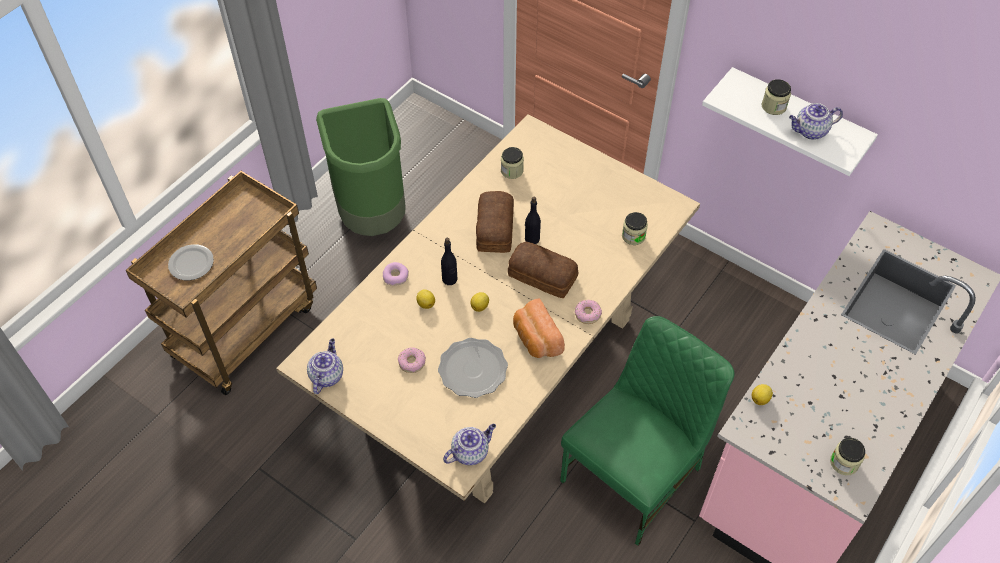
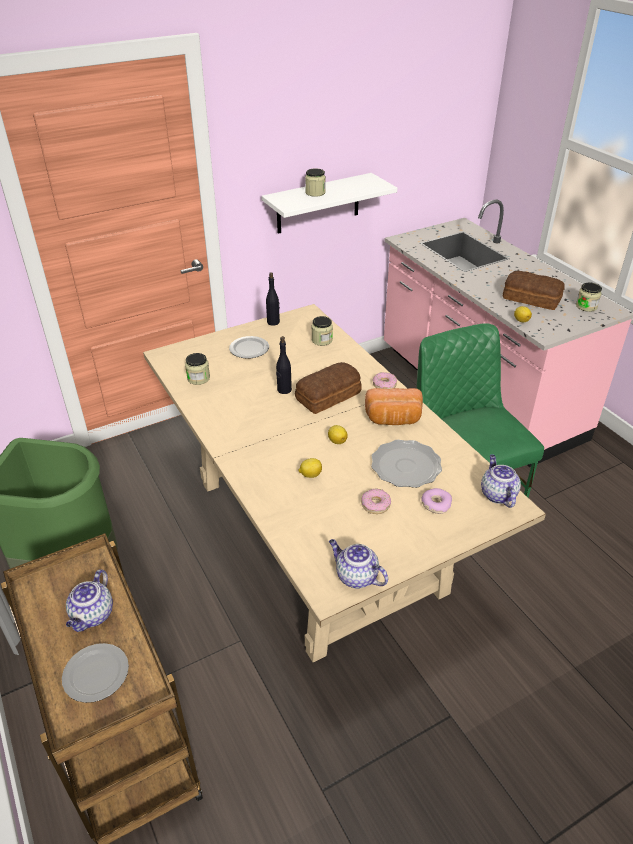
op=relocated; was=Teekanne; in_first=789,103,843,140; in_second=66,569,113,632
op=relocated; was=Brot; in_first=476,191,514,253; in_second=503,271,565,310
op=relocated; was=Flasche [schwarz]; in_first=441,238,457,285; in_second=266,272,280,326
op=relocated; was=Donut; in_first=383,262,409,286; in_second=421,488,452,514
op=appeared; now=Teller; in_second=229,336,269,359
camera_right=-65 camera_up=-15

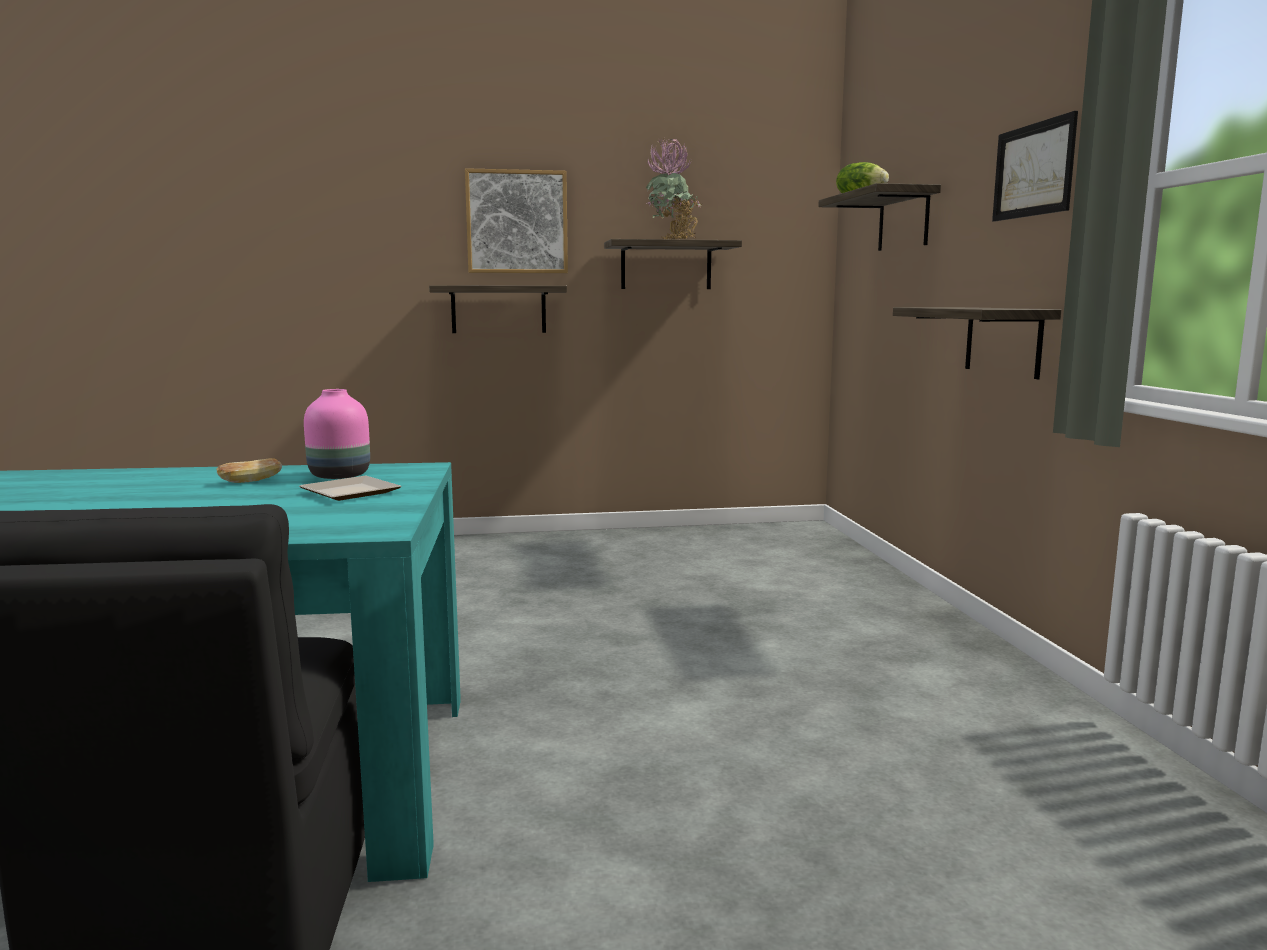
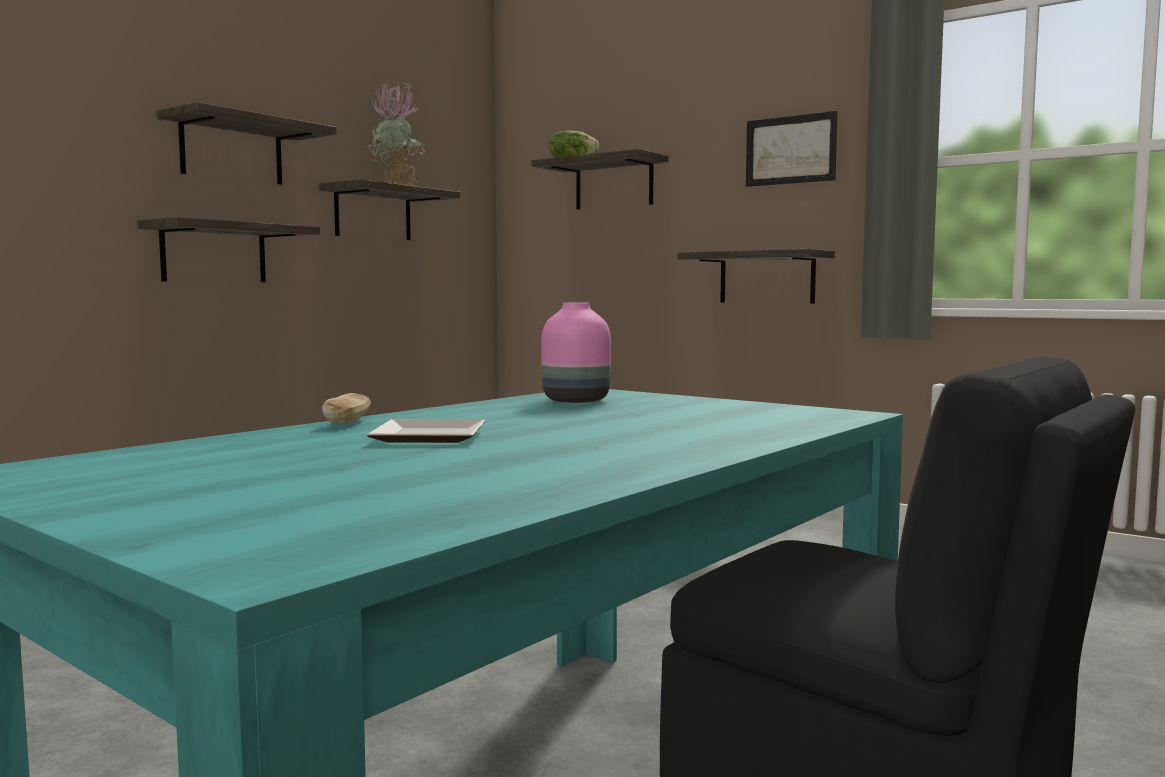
op=exchanged; was=Bild; now=Wandregal; in_first=465,168,568,273; in_second=157,102,337,185
op=relocated; was=Brot; in_first=216,458,282,483; in_second=322,393,371,424
op=relocated; was=Teller; in_first=299,476,401,501; in_second=367,419,485,443
camera_right=-45 camera_up=-5

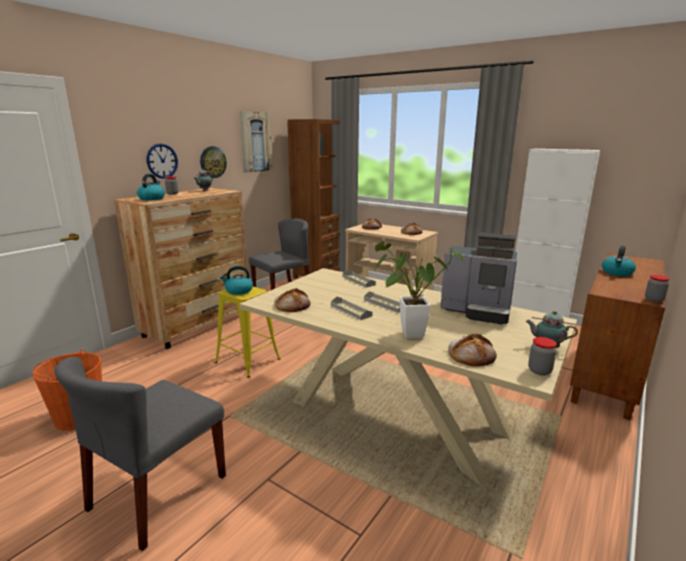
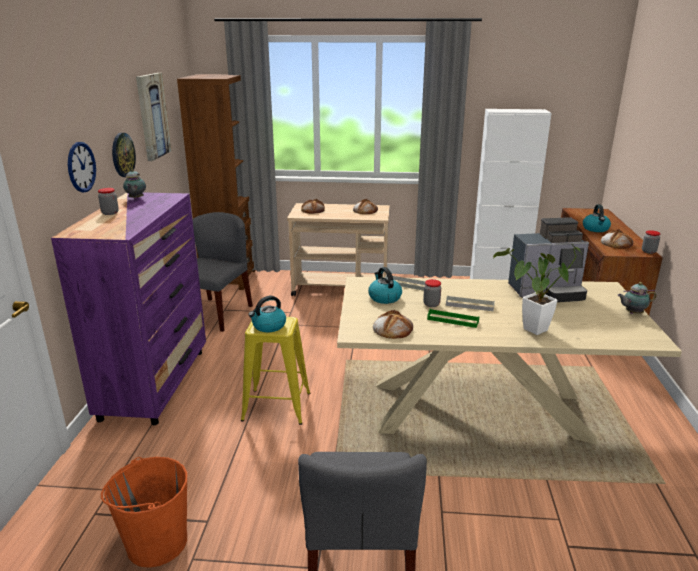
op=relocated; was=Wasserkessel; in_first=137,174,165,200; in_second=368,267,402,304
op=colour; was=Kommode [braun]; now=Kommode [lila]; in_first=114,188,247,349; in_second=51,192,206,425
op=colour; was=Tablett [grau]; now=Tablett [grün]; in_first=331,297,372,320; in_second=427,309,479,328
op=relocated; was=Brot; in_first=448,334,497,367; in_second=601,229,633,249
op=relocated; was=Vorratsglas; in_first=528,337,557,375; in_second=423,279,441,307
camera_right=-30 camera_up=5

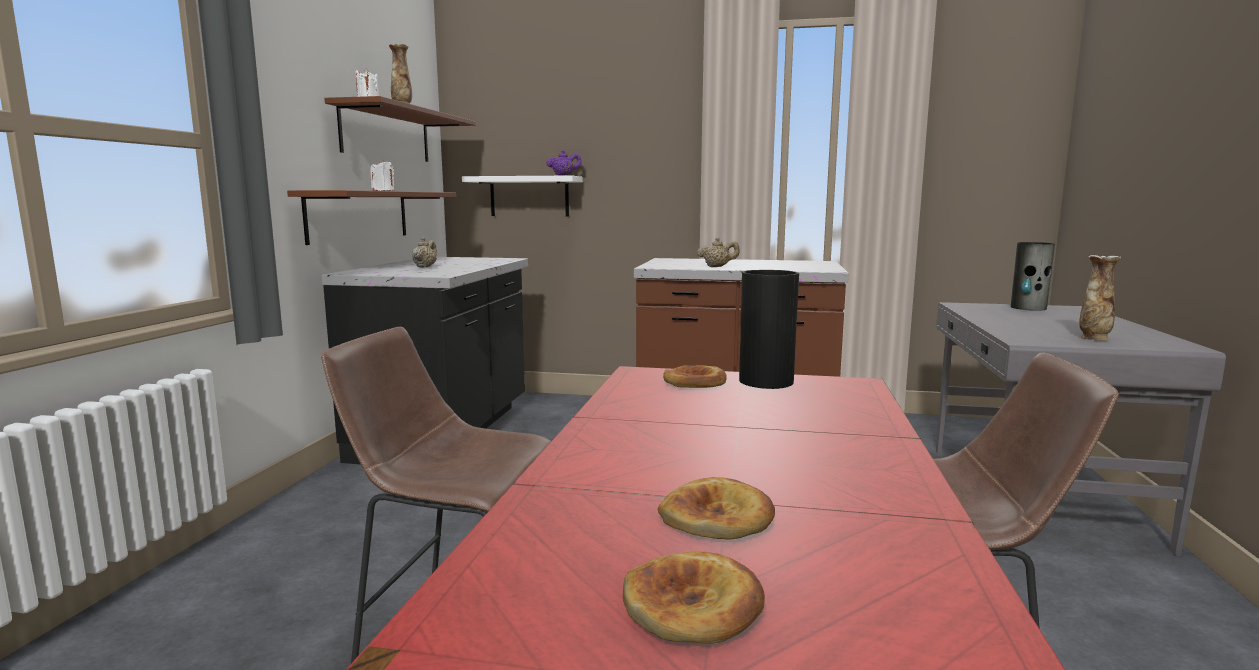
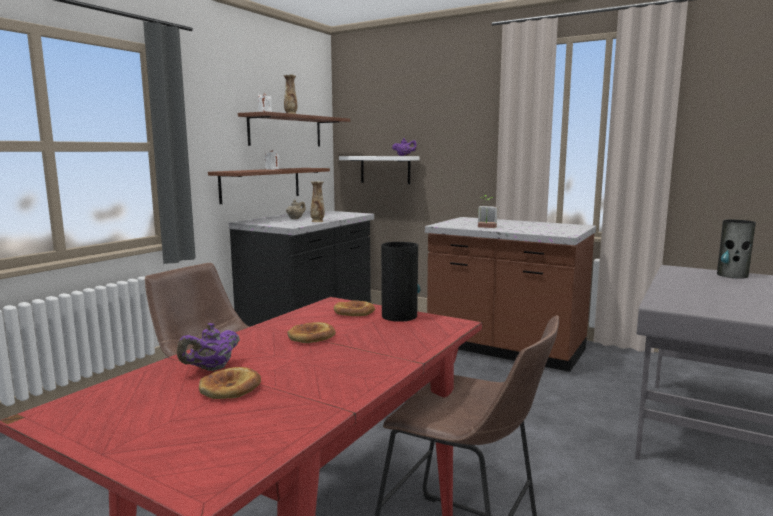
op=exchanged; was=Teekanne [beige]; now=Topfpflanze; in_first=697,237,740,267; in_second=478,195,497,228
op=relocated; was=Vase; in_first=1079,255,1121,341; in_second=310,181,325,222
op=relocated; was=Brot; in_first=623,551,765,644; in_second=287,322,336,343
op=appeared; now=Teekanne [lila]; in_second=177,323,240,371
camera_right=20 camera_up=0

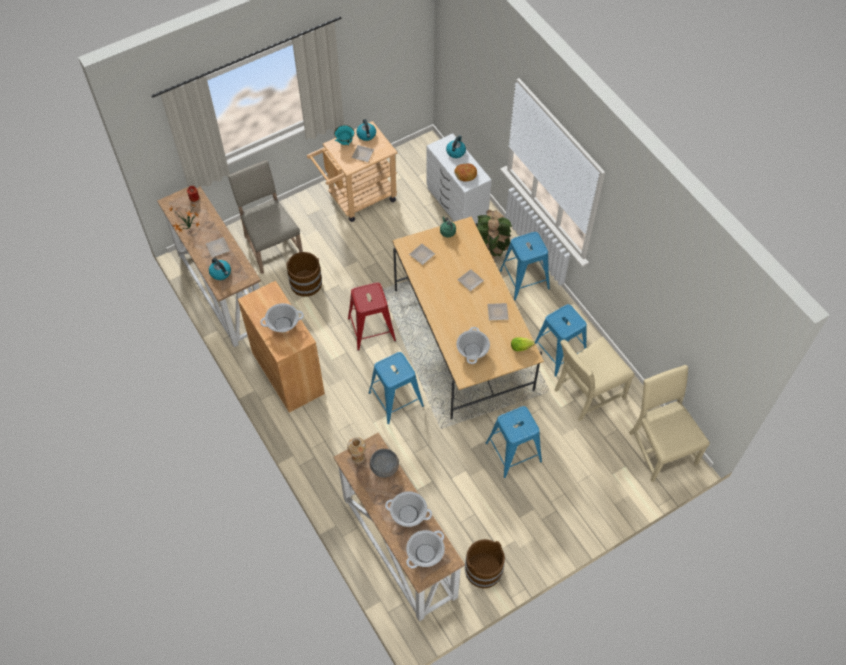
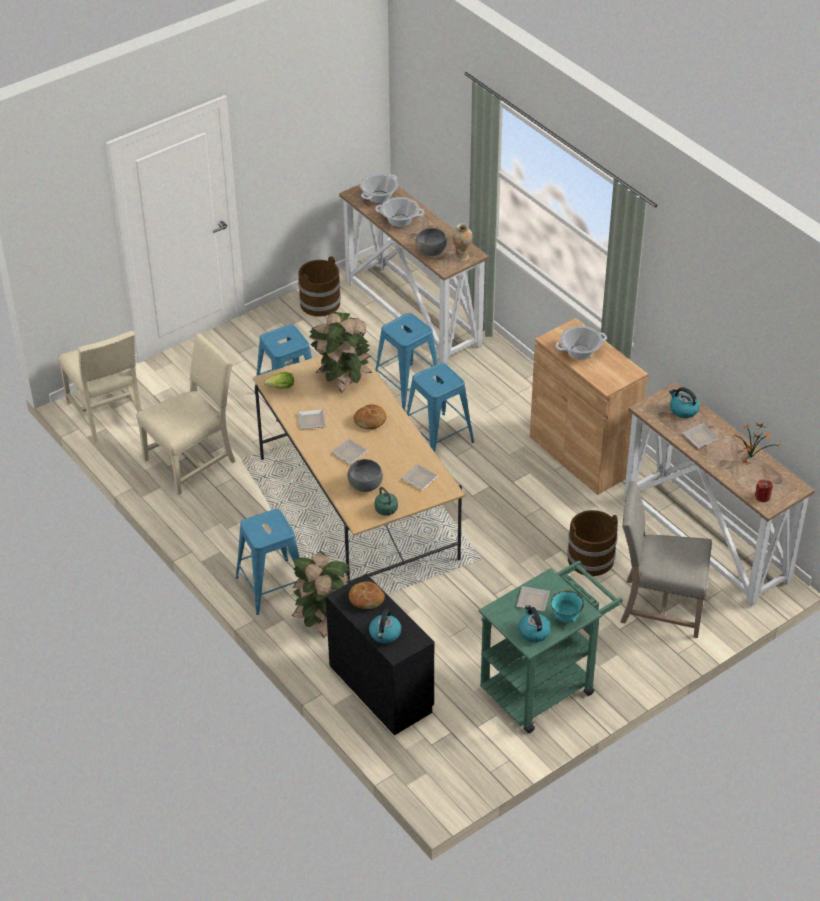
op=colour; was=Rollwagen [beige]; now=Rollwagen [grün]; in_first=307,121,398,222; in_second=478,561,623,733
op=colour; was=Kommode [weiß]; now=Kommode [schwarz]; in_first=426,133,491,223; in_second=326,574,434,735
op=spun; was=Stuhl [beige]; in_first=228,160,303,274; in_second=620,481,712,638; clockwise=135
op=missing; was=Hocker [rot]; in_first=348,282,396,351
op=relocated; was=Hocker [blau]; in_first=535,304,587,377; in_second=375,313,438,410
op=exchanged; was=Kochtopf; now=Topfpflanze; in_first=456,327,490,364; in_second=309,312,372,393
op=appeared; now=Brot; in_second=354,404,386,429
op=appeared; now=Schüssel [grau]; in_second=348,459,383,492
camera_right=175 camera_up=-15

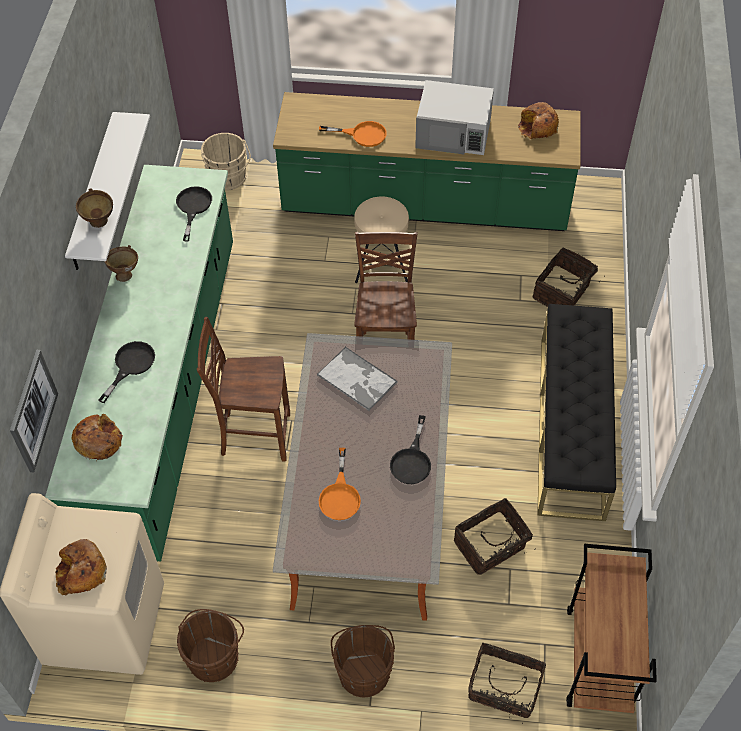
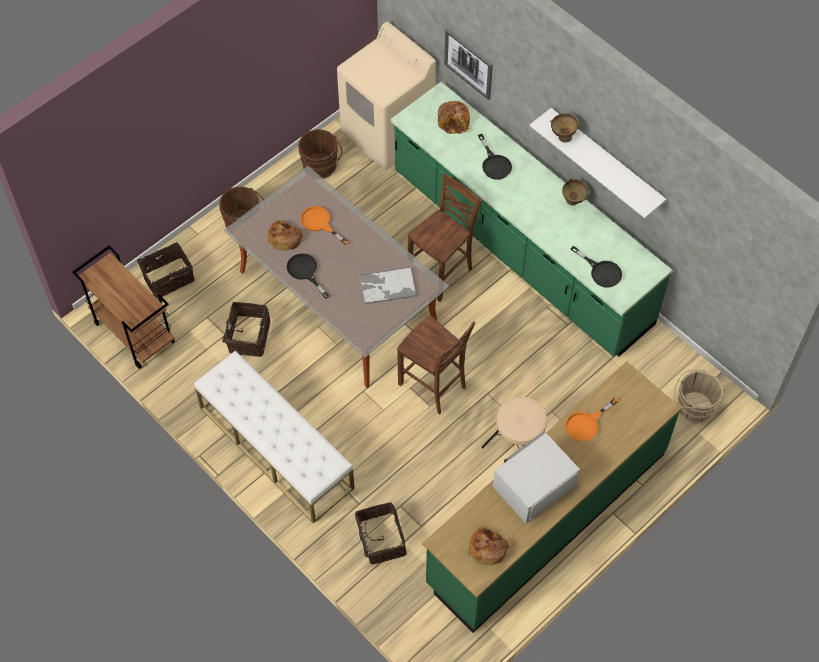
op=colour; was=Bank [schwarz]; now=Bank [weiß]; in_first=537,304,616,521; in_second=194,351,355,523
op=relocated; was=Brot; in_first=55,539,107,596; in_second=268,220,303,251
camera_right=130 camera_up=5

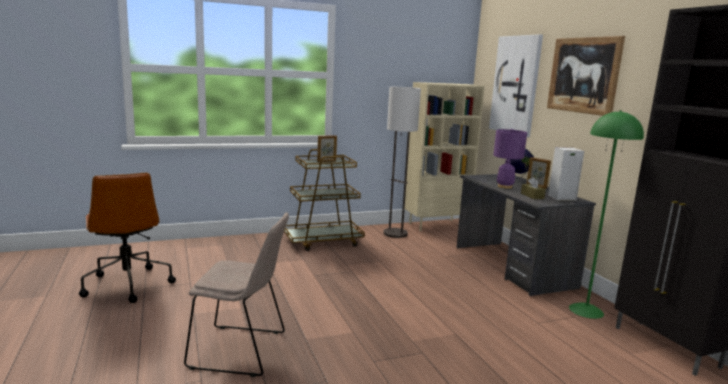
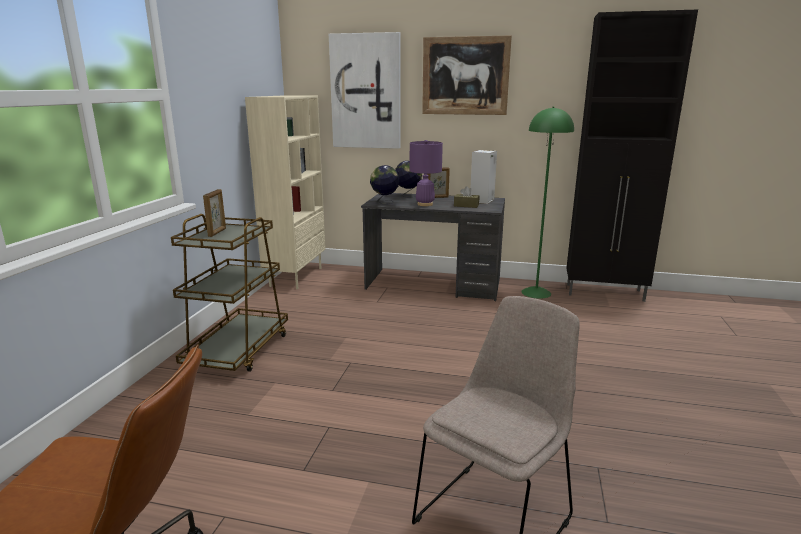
op=missing; was=Stehlampe; in_first=383,87,421,238
op=appeared; now=Globus; in_second=370,165,399,204
camera_right=-55 camera_up=5

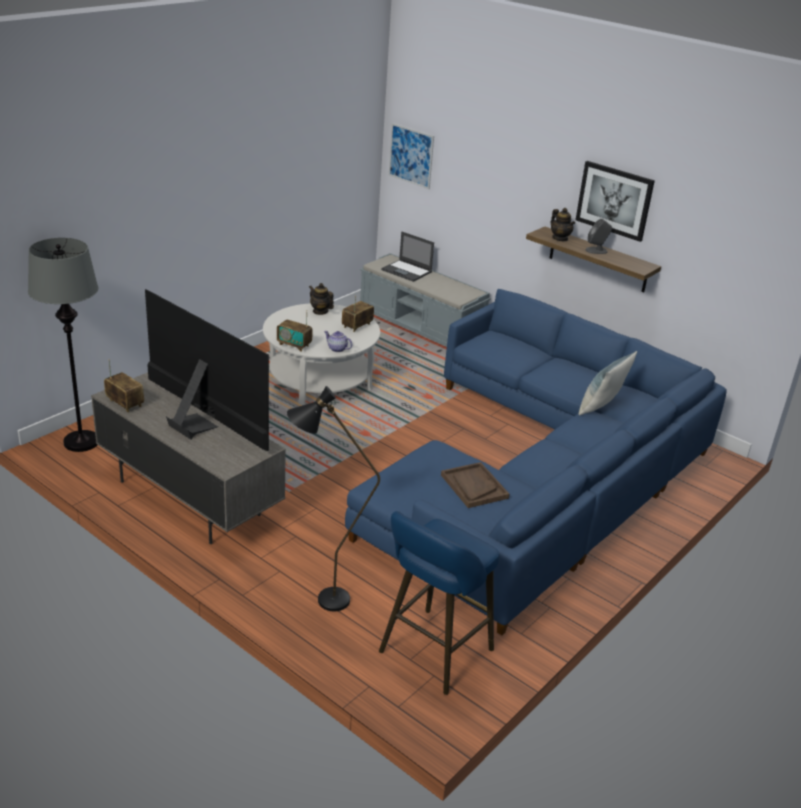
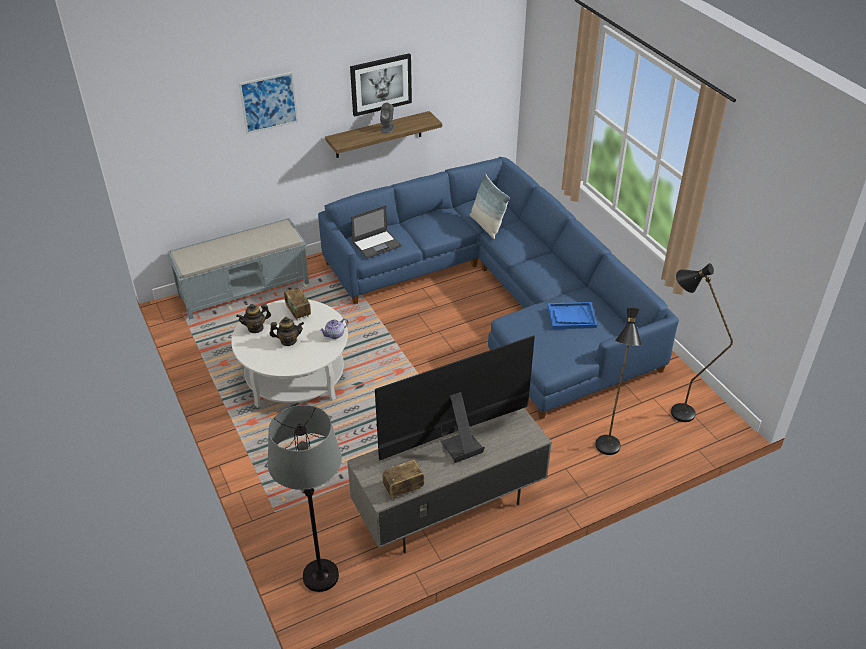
op=relocated; was=Bild; in_first=388,123,434,189; in_second=239,72,298,134
op=relocated; was=Teekanne; in_first=551,208,575,241; in_second=269,317,304,346
op=relocated; was=Laptop; in_first=381,231,434,282; in_second=351,205,402,259
op=missing; was=Radio; in_first=277,316,313,352
op=colour; was=Tablett [braun]; now=Tablett [blau]; in_first=441,462,509,508; in_second=548,302,597,329
op=exchanged; was=Hocker [blau]; now=Stehlampe [schwarz]; in_first=379,511,499,695; in_second=671,263,733,422
camera_right=-65 camera_up=10

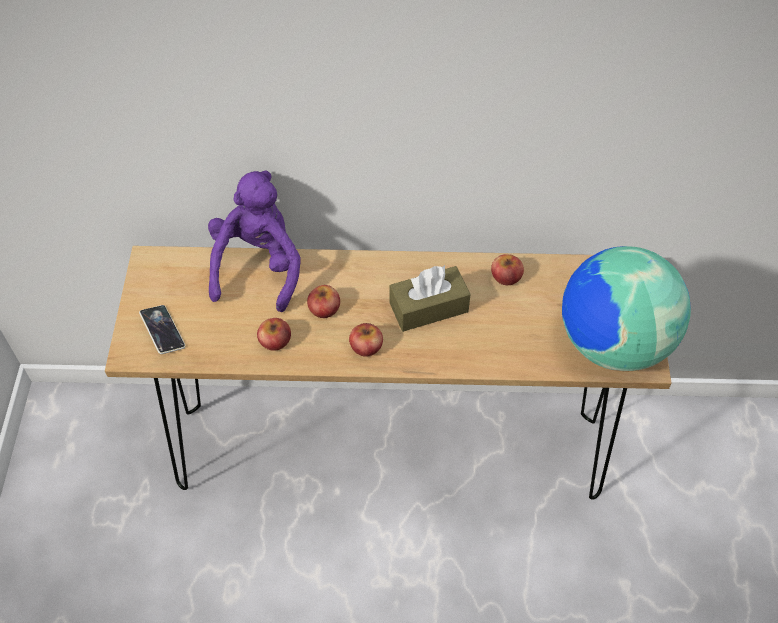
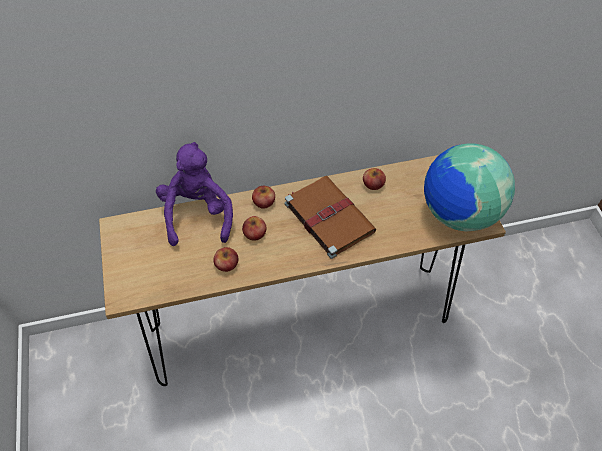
op=exchanged; was=Taschentuchbox [braun]; now=Buch [braun]; in_first=390,265,471,332; in_second=285,176,376,259
op=missing; was=Handy; in_first=139,305,185,354
op=relocated; was=Apfel; in_first=349,323,383,357; in_second=252,186,275,209
camera_right=-15 camera_up=0

